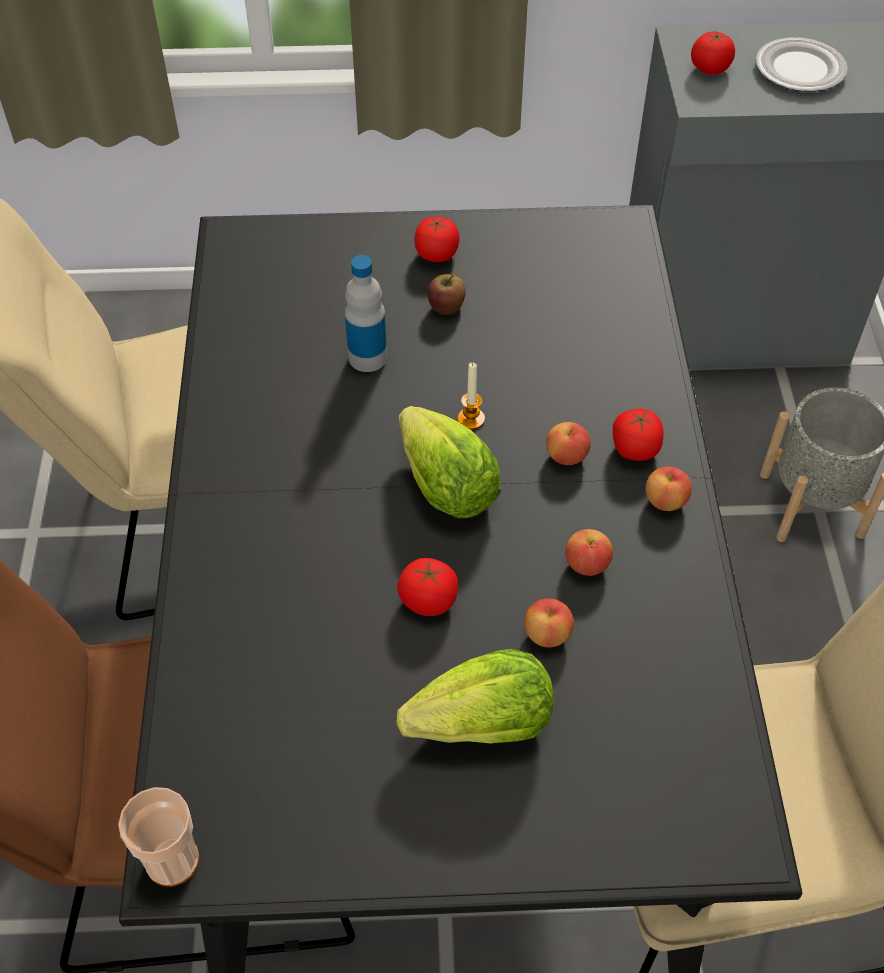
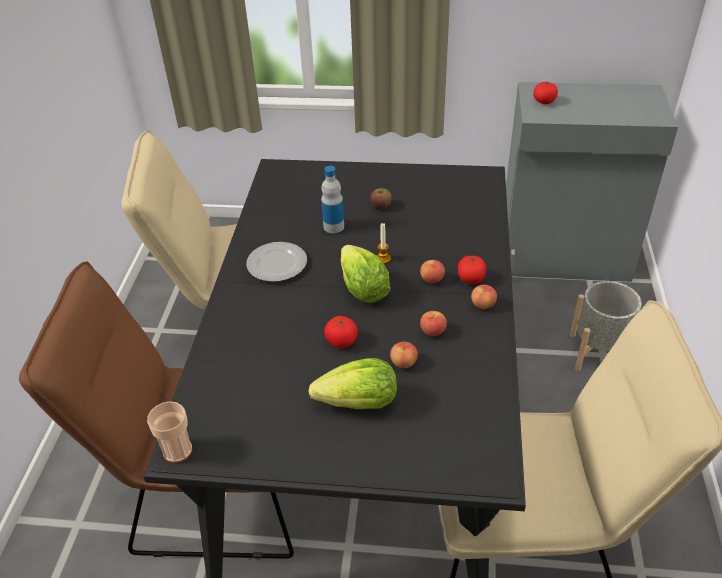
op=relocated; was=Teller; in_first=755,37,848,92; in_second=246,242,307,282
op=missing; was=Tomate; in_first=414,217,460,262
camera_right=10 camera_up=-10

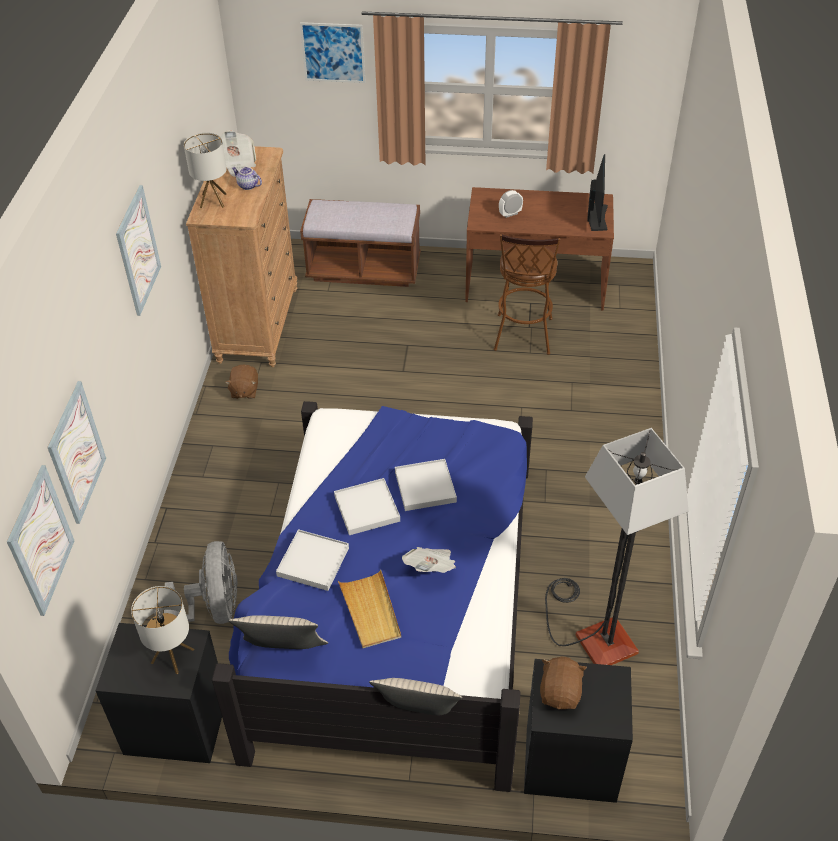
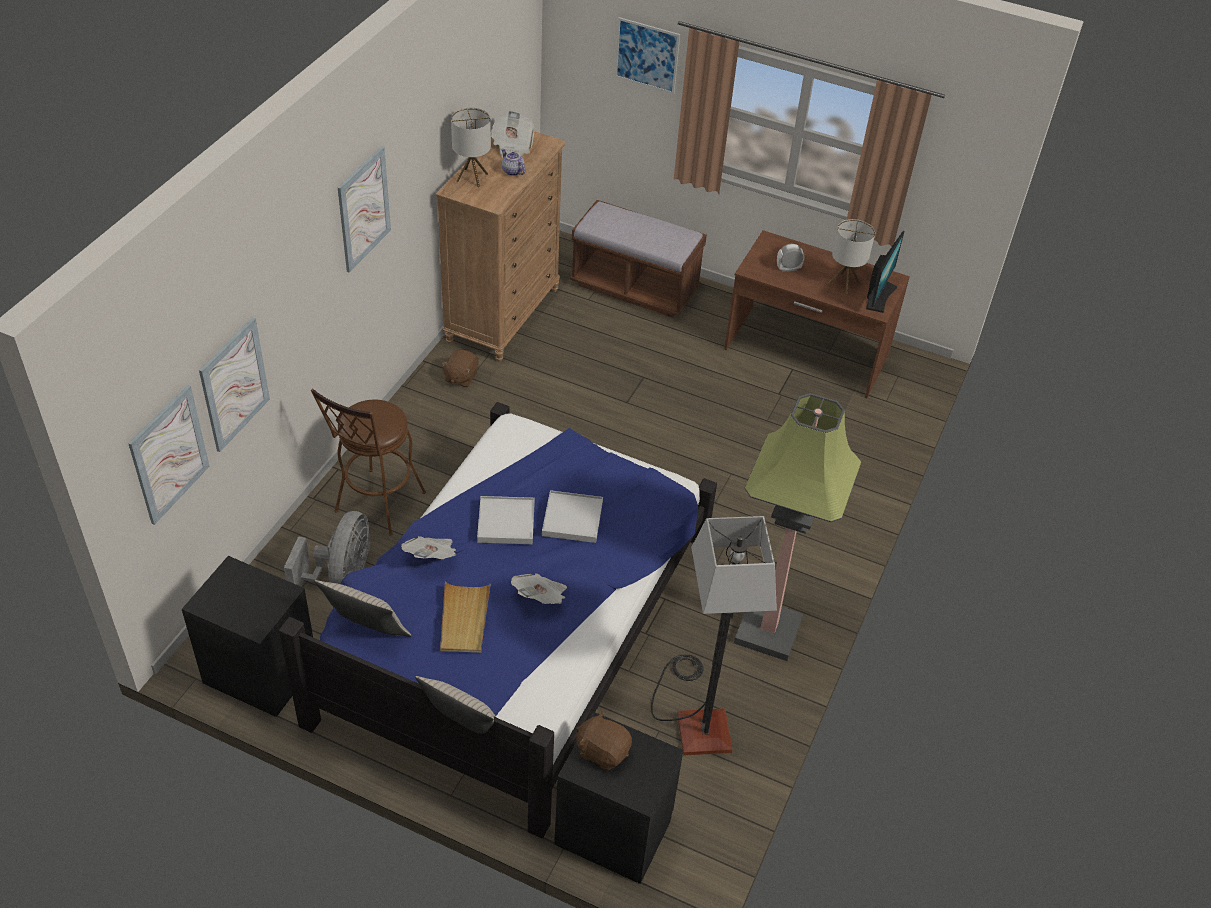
op=relocated; was=Hocker [braun]; in_first=494,234,560,355; in_second=311,388,426,536
op=exchanged; was=Tablett [weiß]; now=Zeitung; in_first=276,529,349,591; in_second=401,536,456,559
op=relocated; was=Tischlampe; in_first=131,586,194,674; in_second=828,219,875,295
op=spun; was=Plüschtier [braun]; in_first=540,657,587,710; in_second=576,711,632,770; clockwise=-90
op=appeared; now=Stehlampe; in_second=734,393,861,661
camera_right=15 camera_up=0

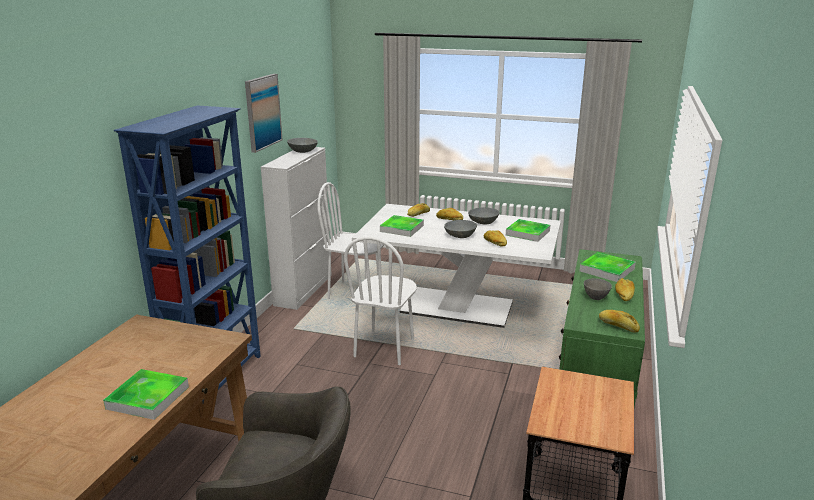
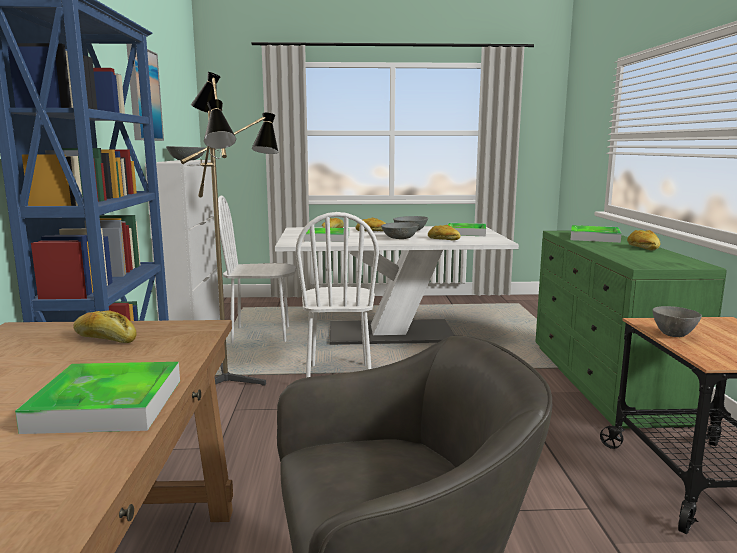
op=relocated; was=Schüssel [grau]; in_first=584,278,612,300; in_second=652,306,702,337
op=relocated; was=Brot; in_first=599,310,640,333; in_second=74,311,137,343
op=appeared; now=Stehlampe; in_second=180,72,279,386
camera_right=-20 camera_up=-10

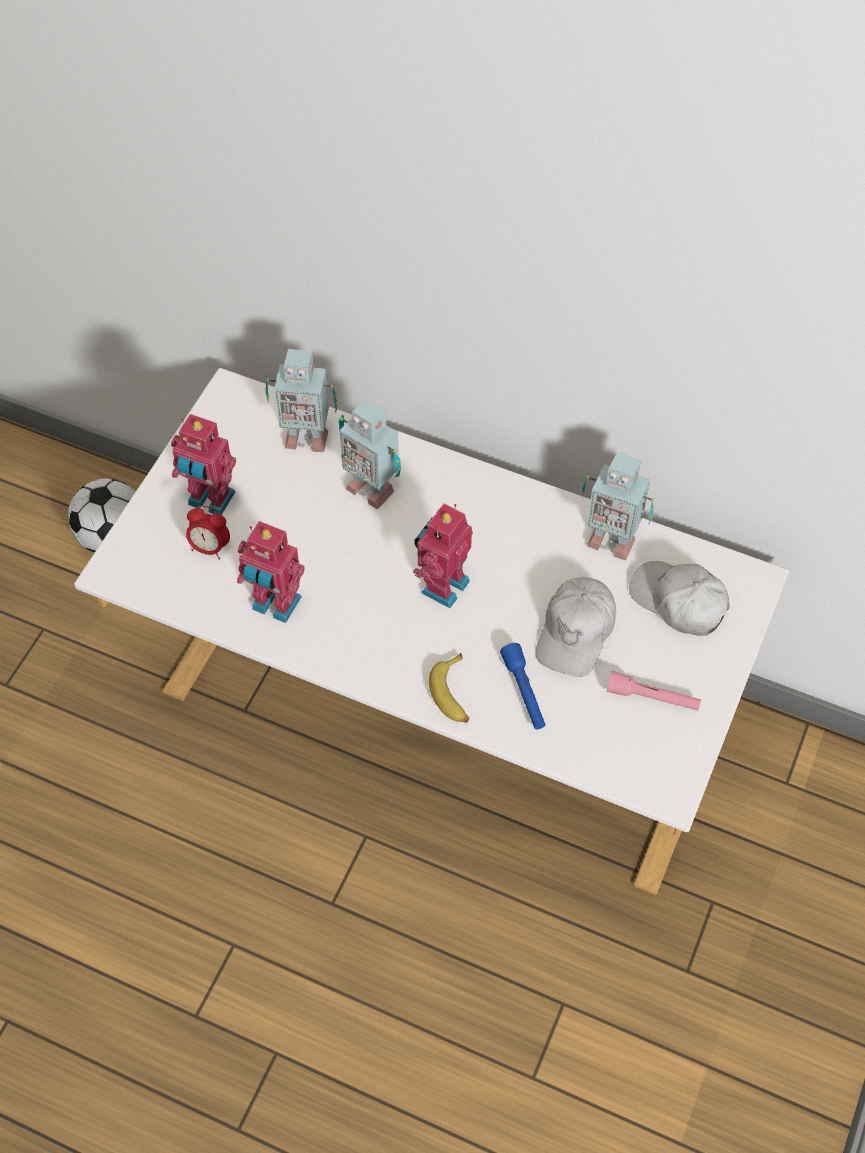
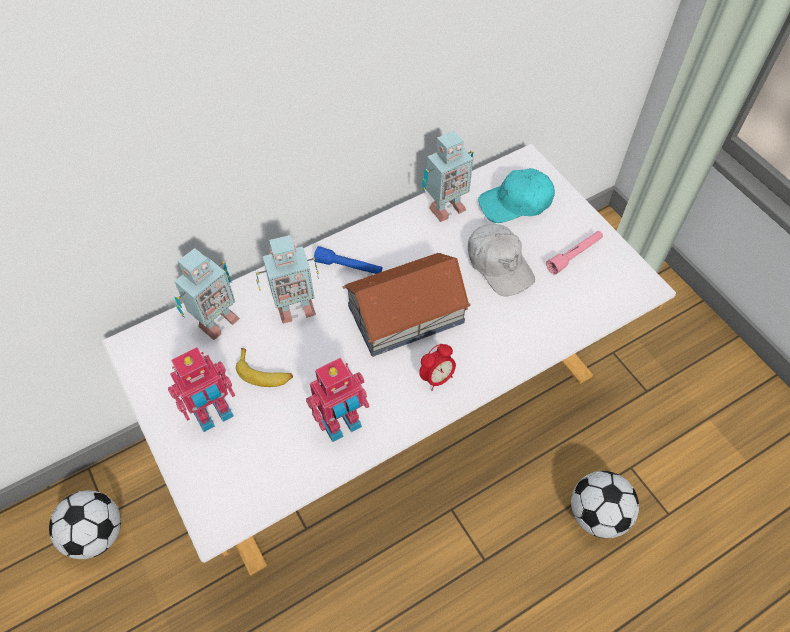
op=exchanged; was=Spielzeugroboter; now=Spielzeughaus; in_first=413,504,473,608; in_second=342,253,471,357
op=relocated; was=Wecker; in_first=186,505,230,560; in_second=419,344,456,391
op=colour; was=Kappe [weiß]; now=Kappe [türkis]; in_first=629,561,730,636; in_second=478,168,555,223
op=relocated; was=Taschenlampe [blau]; in_first=500,643,546,729; in_second=314,246,382,274
op=relocated; was=Banane; in_first=429,653,469,723; in_second=236,348,293,387
op=appeared; now=Fußball; in_second=571,471,639,538
camera_right=-55 camera_up=0

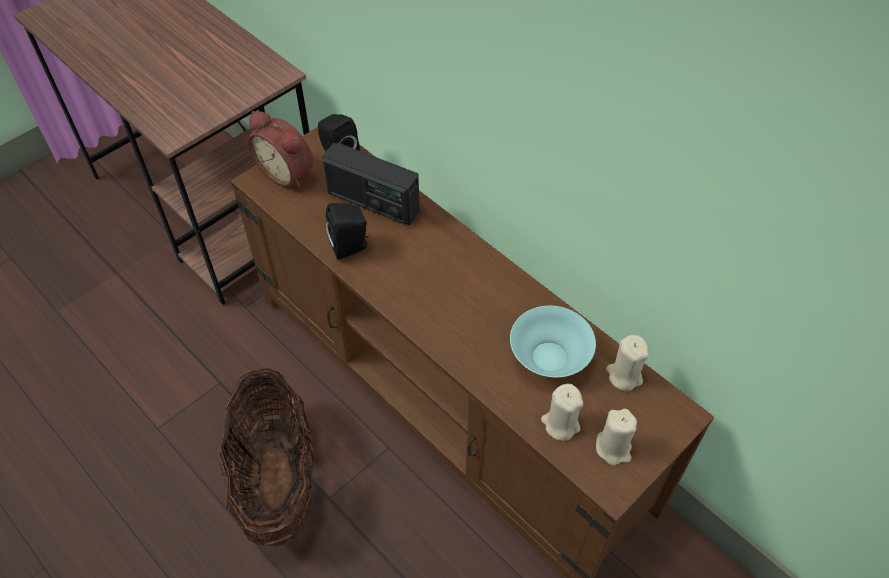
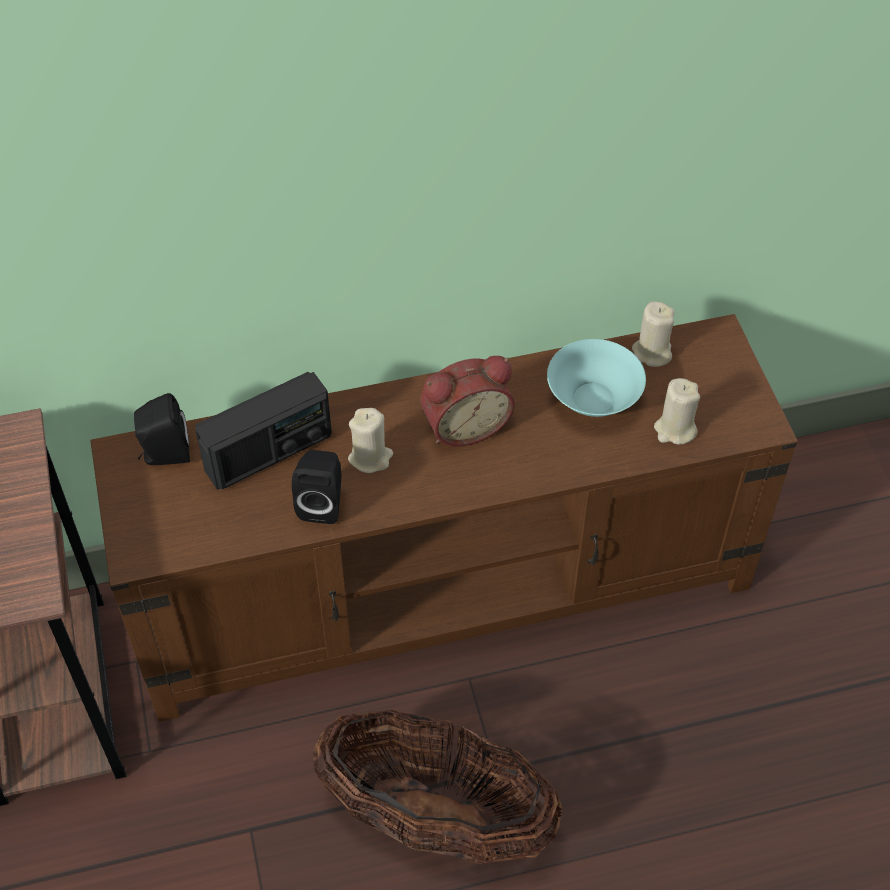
op=relocated; was=Wecker; in_first=248,111,313,188; in_second=420,356,515,447
op=relocated; was=Kerze [beige]; in_first=596,409,637,465; in_second=348,408,393,473
camera_right=-60 camera_up=0

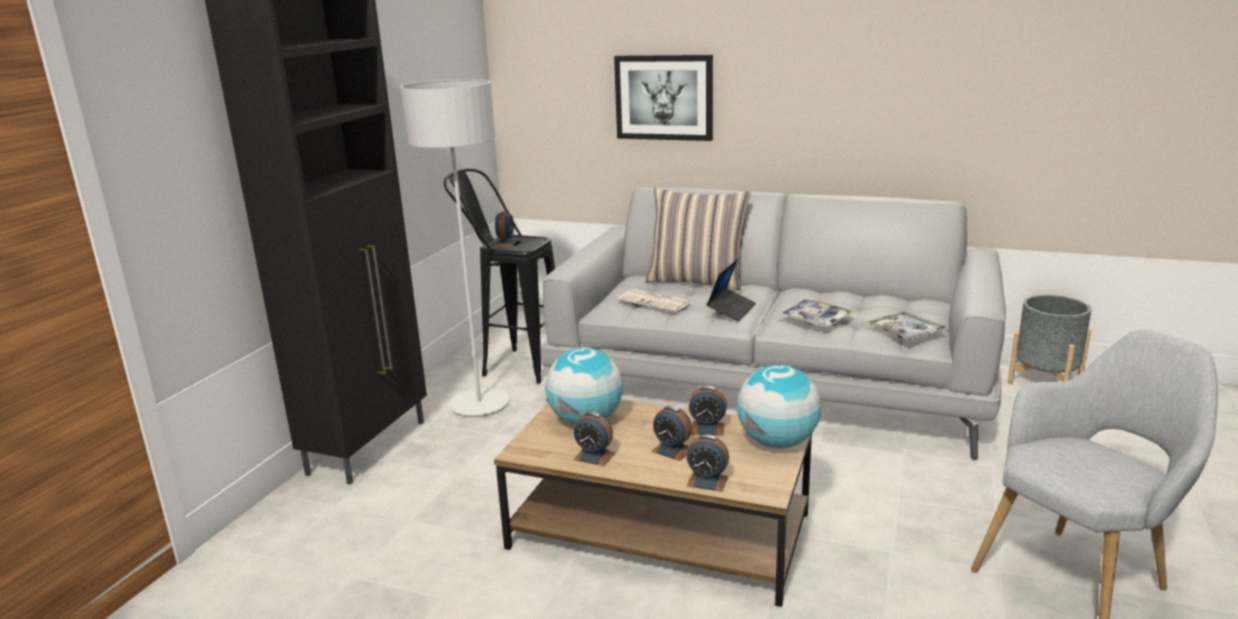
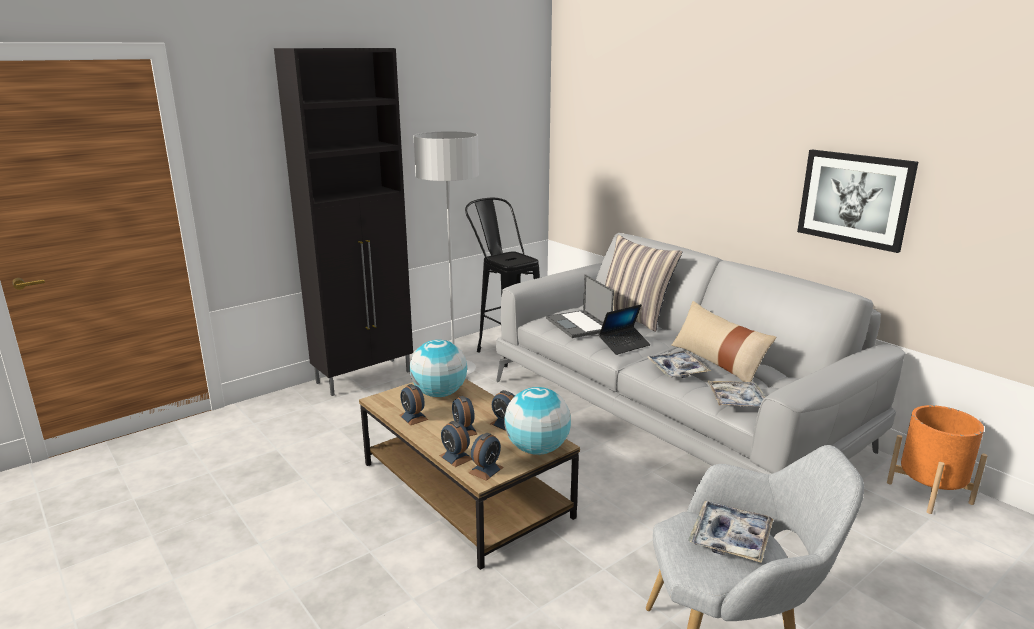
op=relocated; was=Bild; in_first=614,55,713,141; in_second=797,149,918,253
op=relocated; was=Wecker; in_first=495,211,517,247; in_second=469,433,504,481
op=exchanged; was=Zeitung; now=Laptop; in_first=618,289,692,312; in_second=546,274,614,338
op=colour; was=Pflanzkübel [grau]; now=Pflanzkübel [orange]; in_first=1008,295,1091,384; in_second=887,405,987,514
op=appeared; now=Kissen [beige]; in_second=672,301,777,382
op=appeared; now=Tablett; in_second=689,500,774,563
camera_right=30 camera_up=0

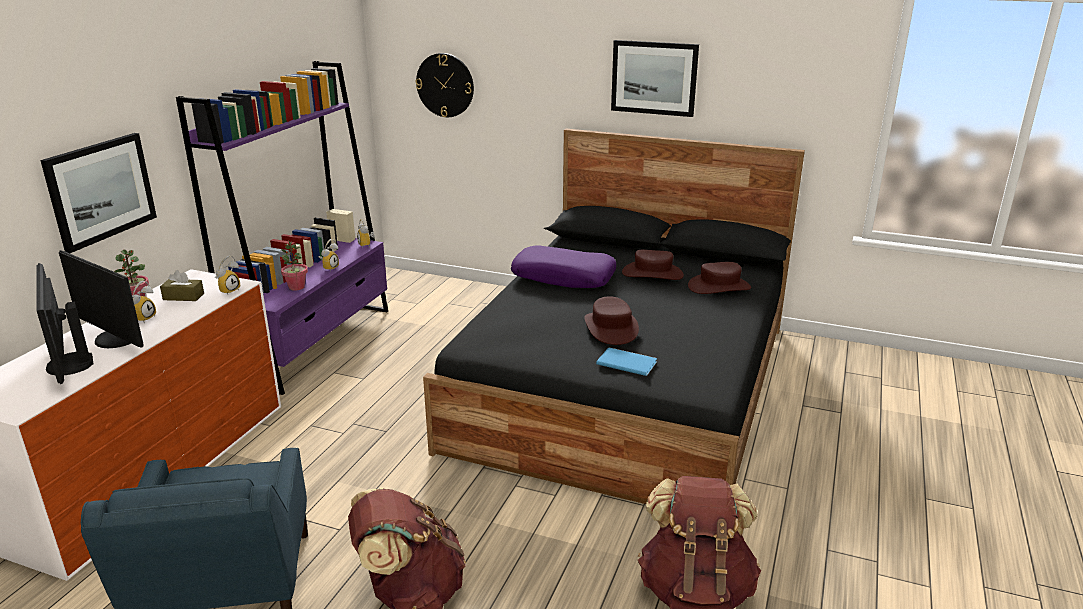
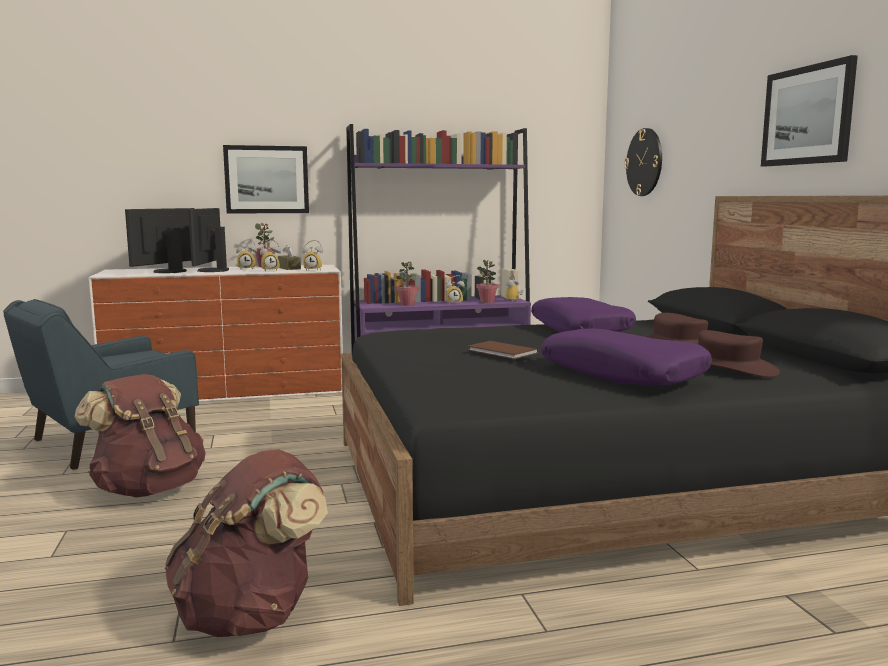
op=exchanged; was=Hut [braun]; now=Buch [braun]; in_first=584,296,639,345; in_second=468,341,539,359
op=missing; was=Buch [blau]; in_first=596,347,657,376
op=appeared; now=Wecker; in_second=260,240,281,271
op=appeared; now=Topfpflanze; in_second=476,260,499,303
op=appeared; now=Kissen [lila]; in_second=541,328,712,385
camera_right=55 camera_up=-15

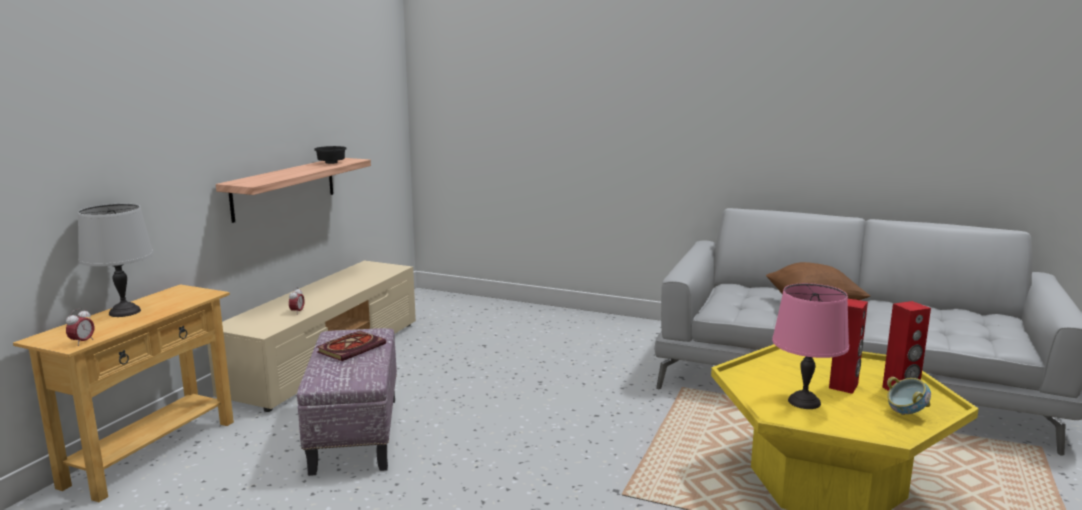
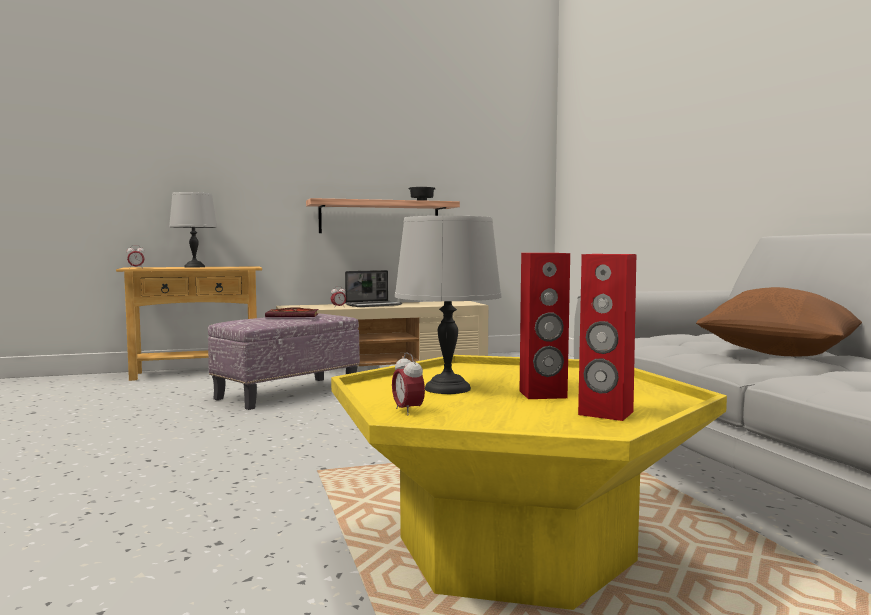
op=colour; was=Tischlampe [rosa]; now=Tischlampe [grau]; in_first=772,283,849,409; in_second=395,216,502,394
op=missing; was=Schüssel; in_first=887,377,931,415
op=appeared; now=Laptop; in_second=345,270,402,307
op=appeared; now=Wecker; in_second=392,352,425,415
camera_right=50 camera_up=-10

